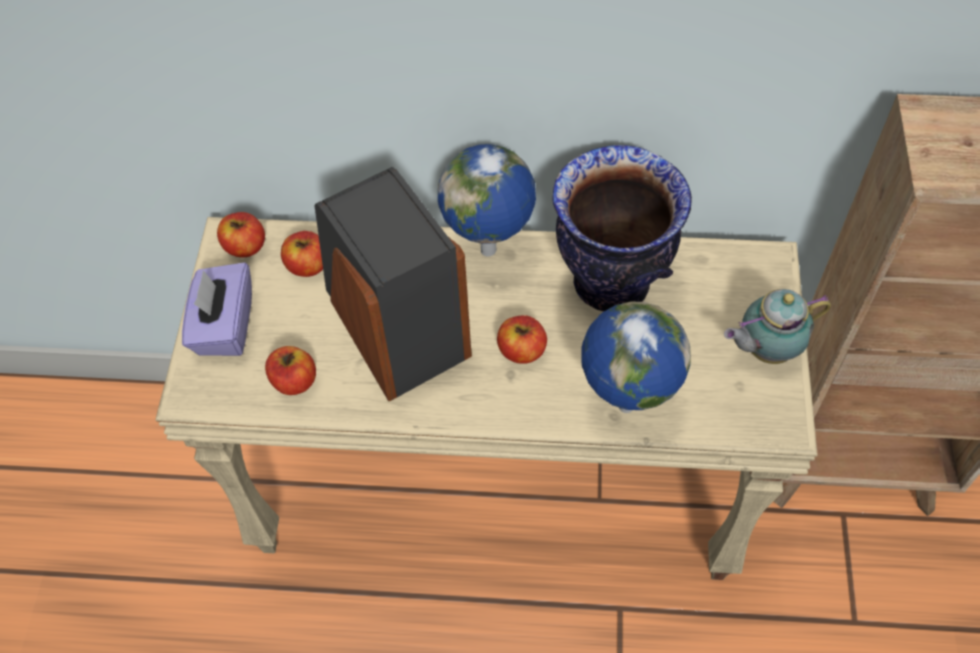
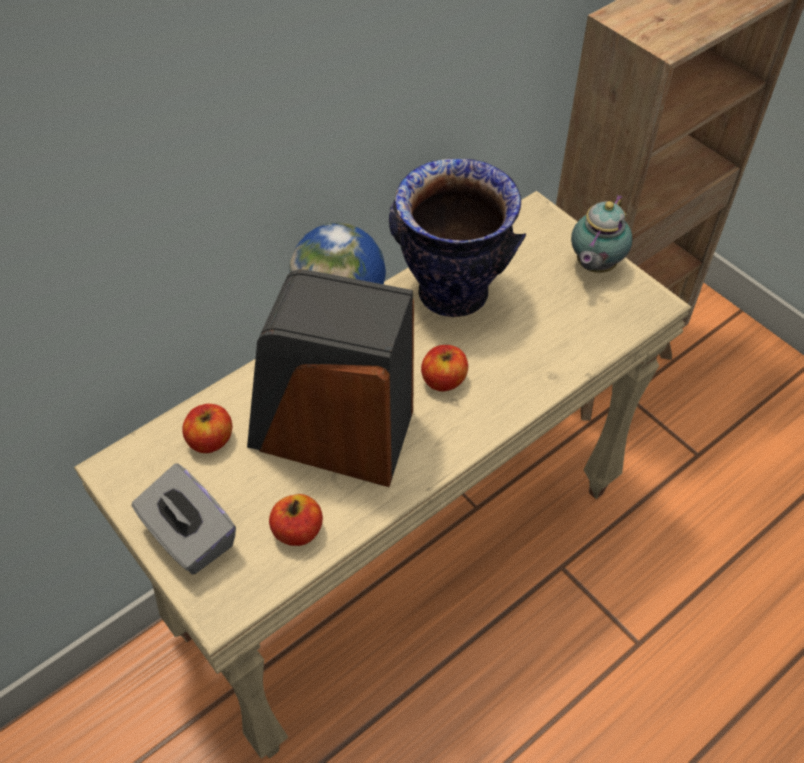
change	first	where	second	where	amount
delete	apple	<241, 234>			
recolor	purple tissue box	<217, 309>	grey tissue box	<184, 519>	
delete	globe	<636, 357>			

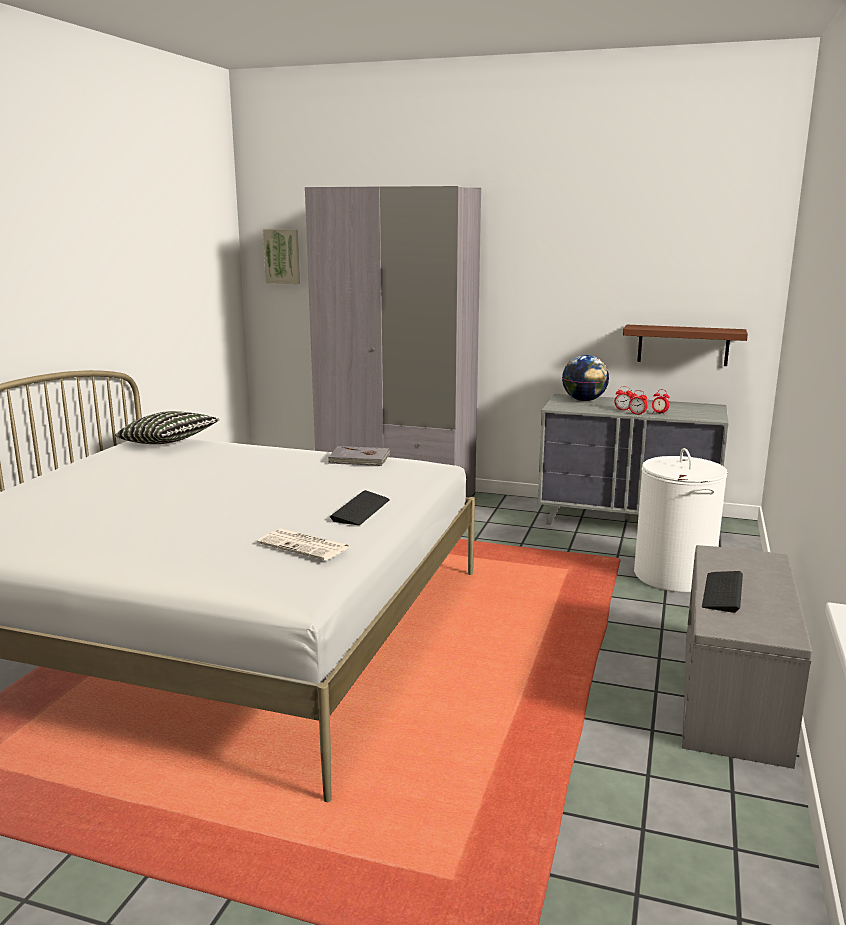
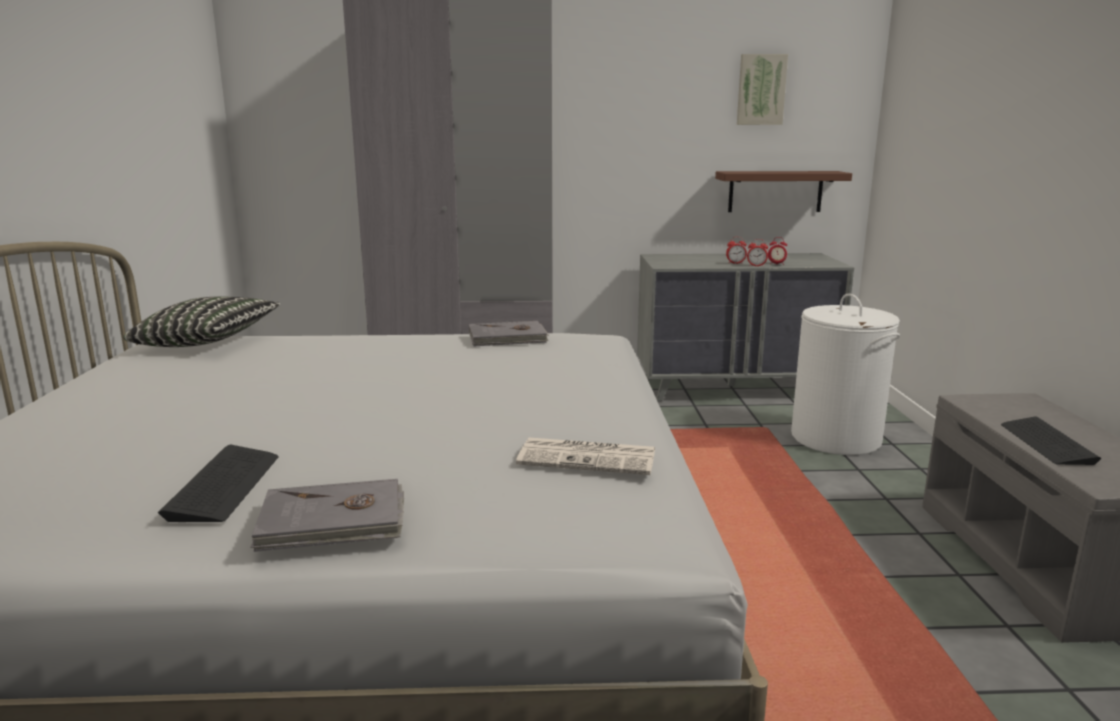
change	first	where	second	where	amount
move	picture	<281, 256>		<762, 89>	
delete	globe	<585, 378>			
move	keyboard	<360, 507>		<218, 483>	
insert			grey book	<327, 515>	

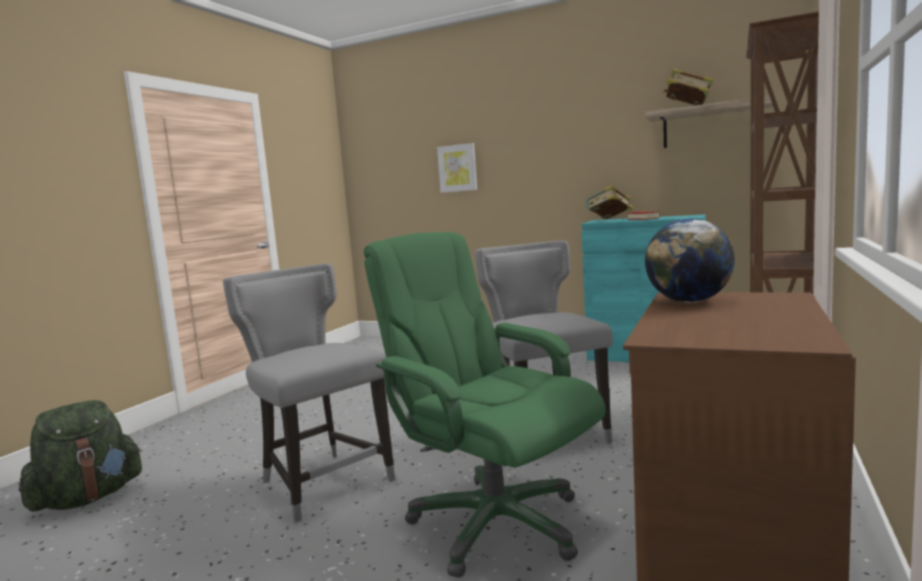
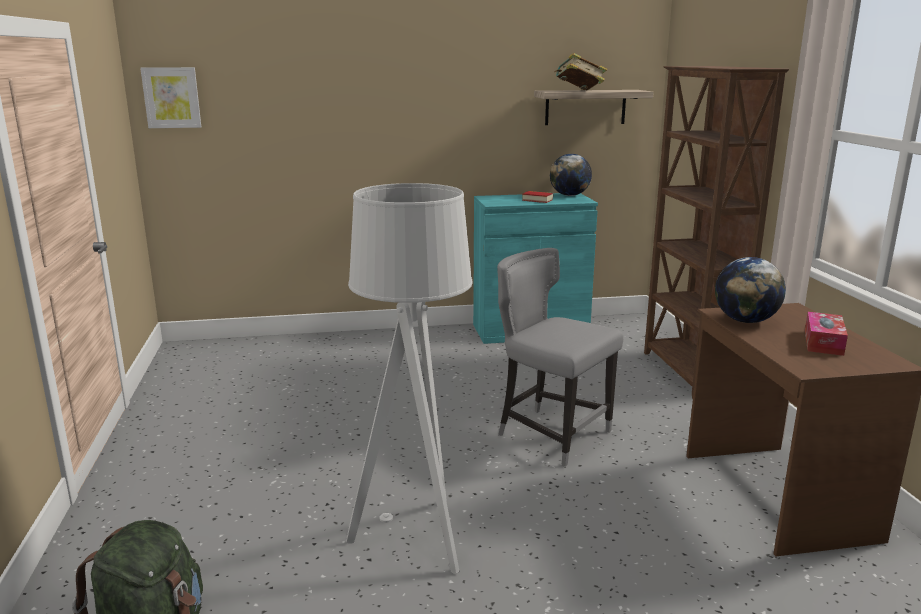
change	first	where	second	where	amount
move	picture	<457, 168>		<170, 97>	
delete	book	<609, 202>			
delete	green office chair	<485, 405>			
replace	grey chair	<309, 393>	grey floor lamp	<409, 378>	
insert			globe	<571, 175>	
insert			tissue box	<826, 334>	

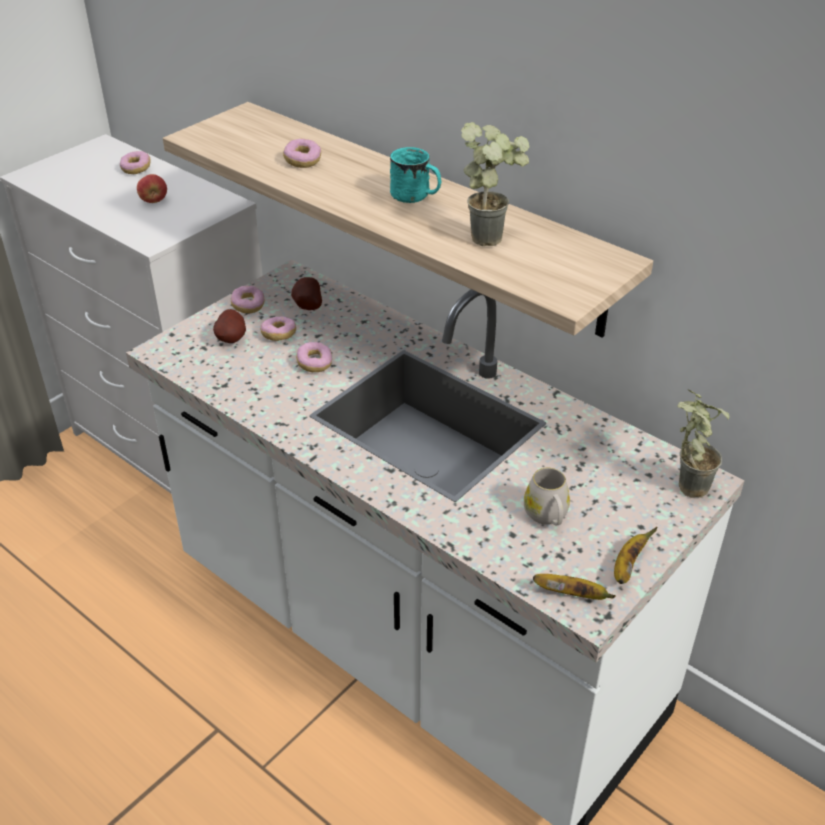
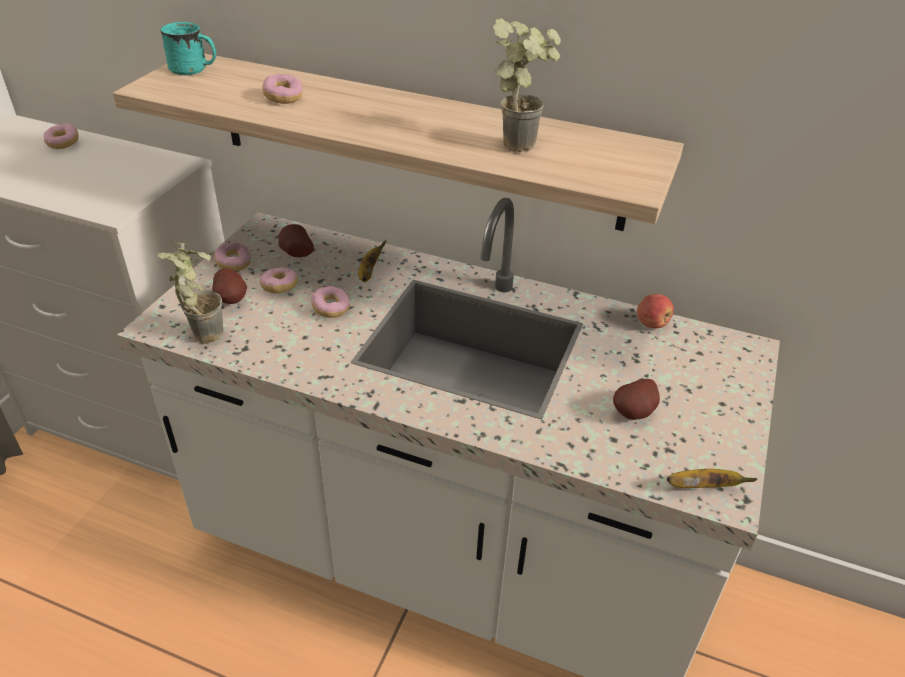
change	first	where	second	where	amount
move	turquoise mug	<415, 175>		<189, 48>	
move	apple	<152, 188>		<655, 311>	
move	potted plant	<703, 443>		<190, 292>	
replace	white mug	<547, 496>	potato	<636, 399>	
move	banana	<636, 555>		<372, 261>	

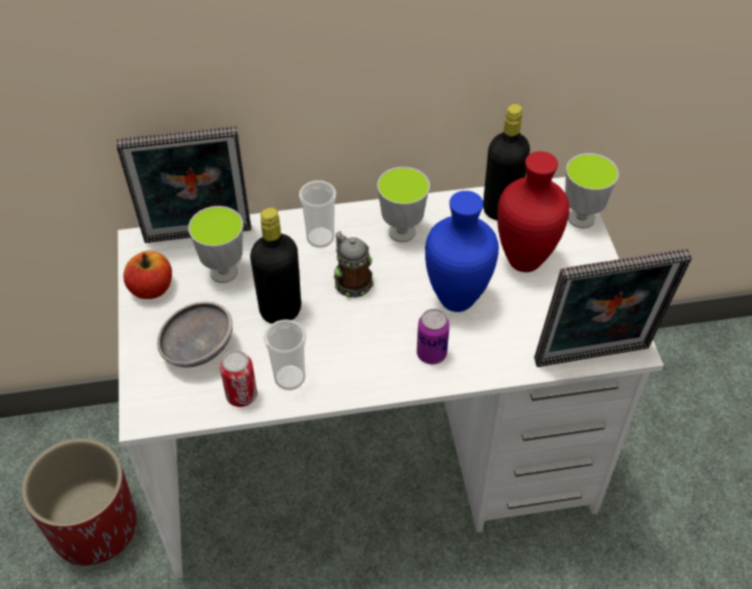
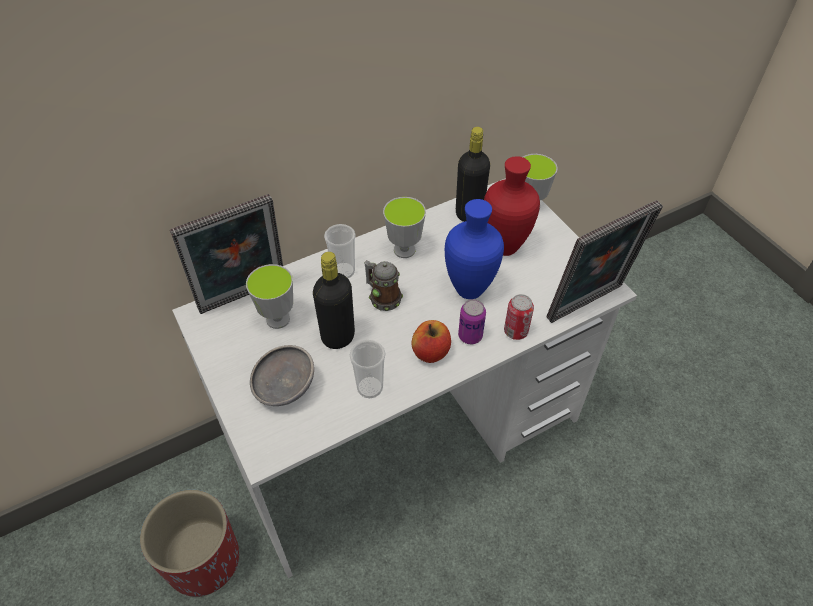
change	first	where	second	where	amount
move	apple	<148, 275>		<431, 341>	
move	can	<238, 378>		<519, 317>	

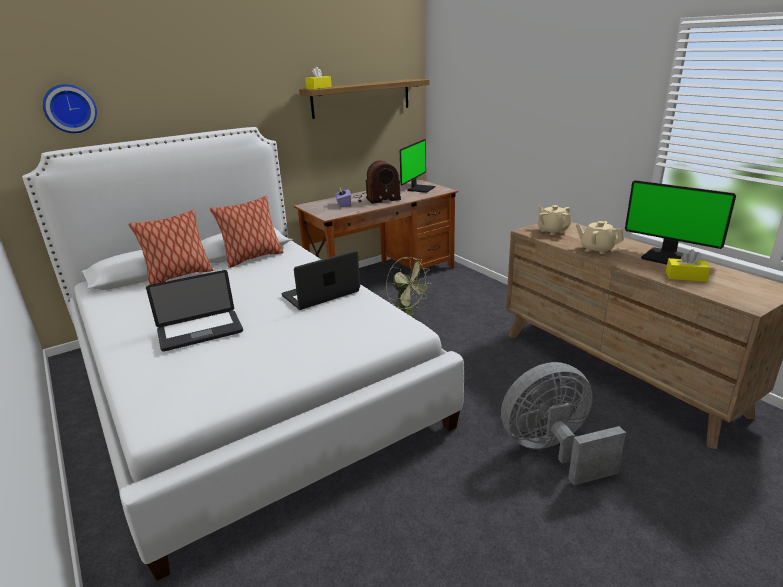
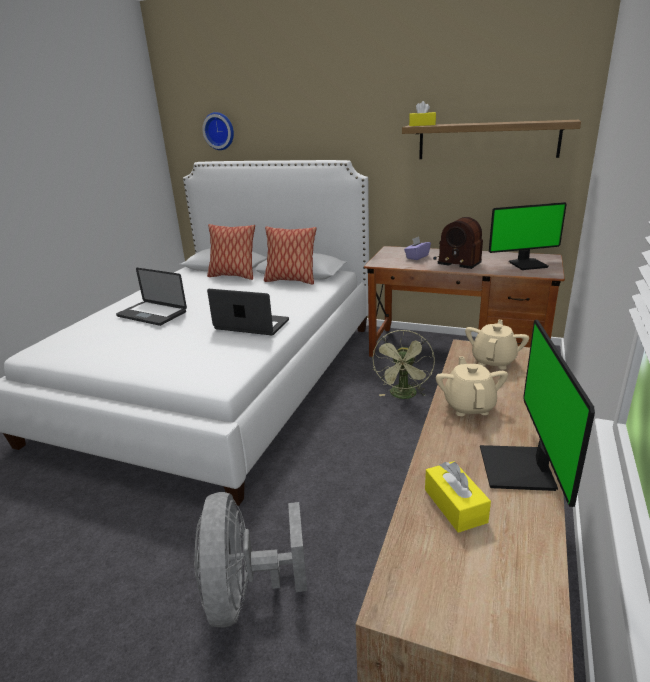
change	first	where	second	where	amount
rotate	grey fan	<563, 423>		<250, 559>	135 degrees counterclockwise

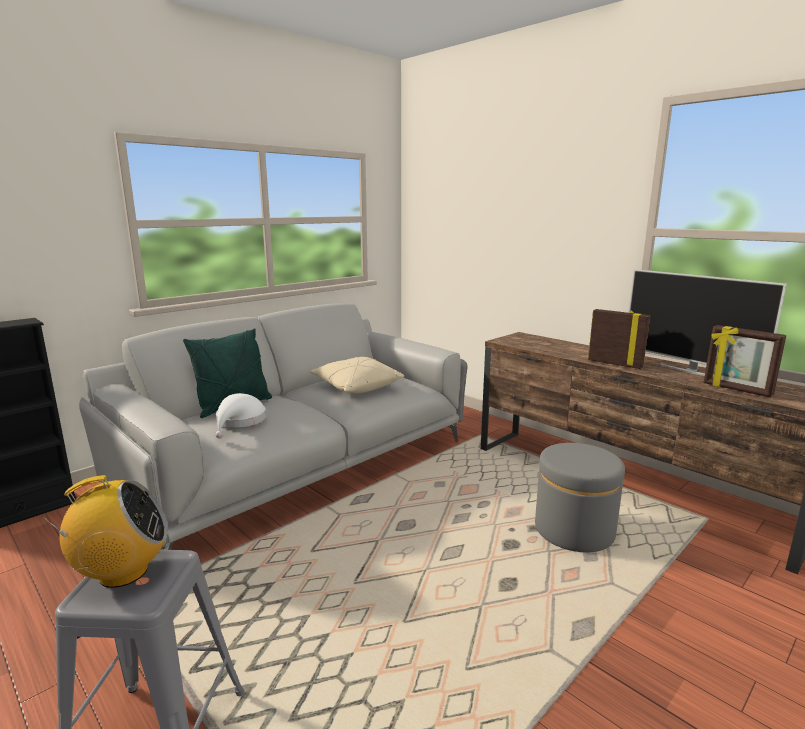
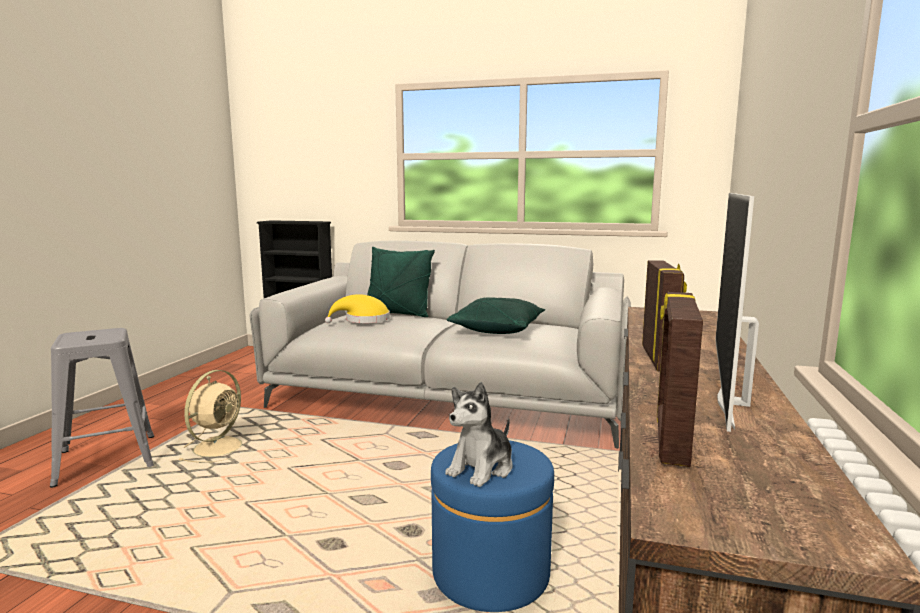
change	first	where	second	where	amount
recolor	beige pillow	<357, 375>	green pillow	<496, 315>	
recolor	white hat	<241, 416>	yellow hat	<357, 308>	
recolor	grey ottoman	<580, 497>	blue ottoman	<492, 526>	
delete	radio	<105, 531>			
insert			beige fan	<210, 416>	
insert			plush toy	<479, 434>	

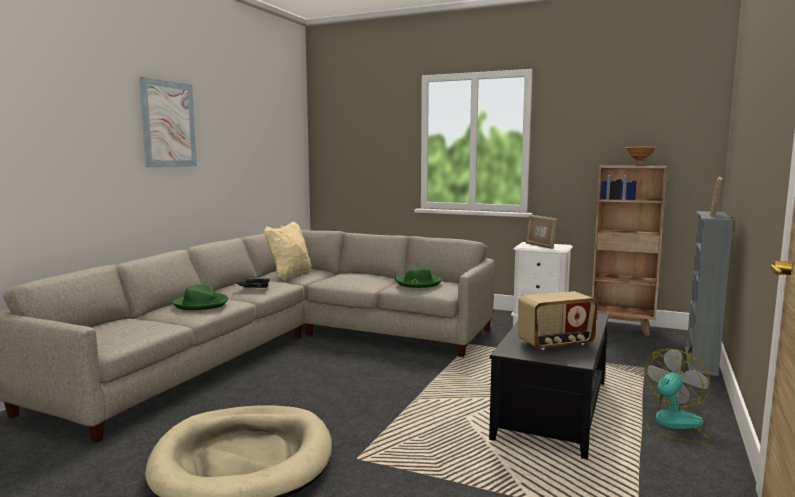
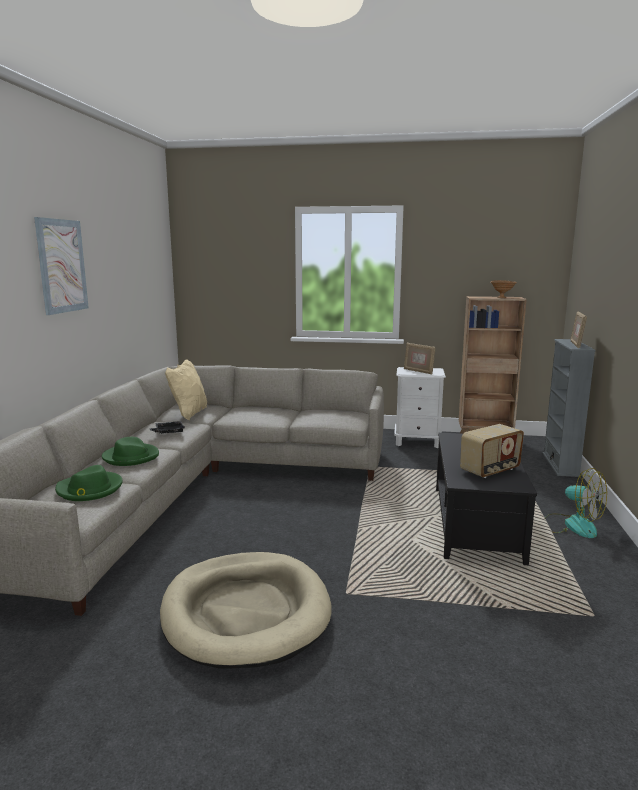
change	first	where	second	where	amount
move	green hat	<418, 277>		<89, 483>	
rotate	fan	<677, 396>		<575, 503>	105 degrees clockwise

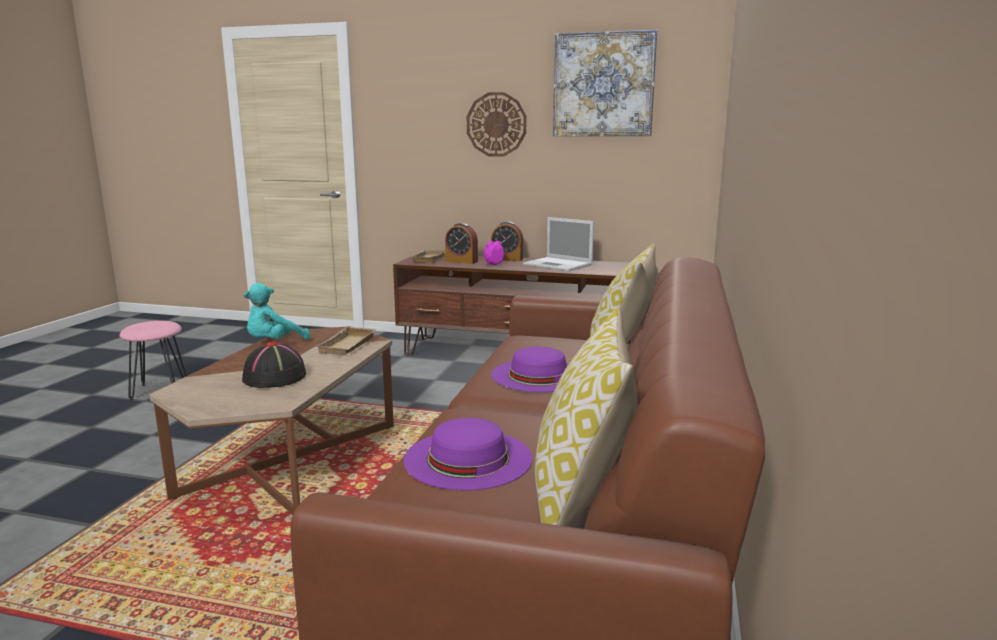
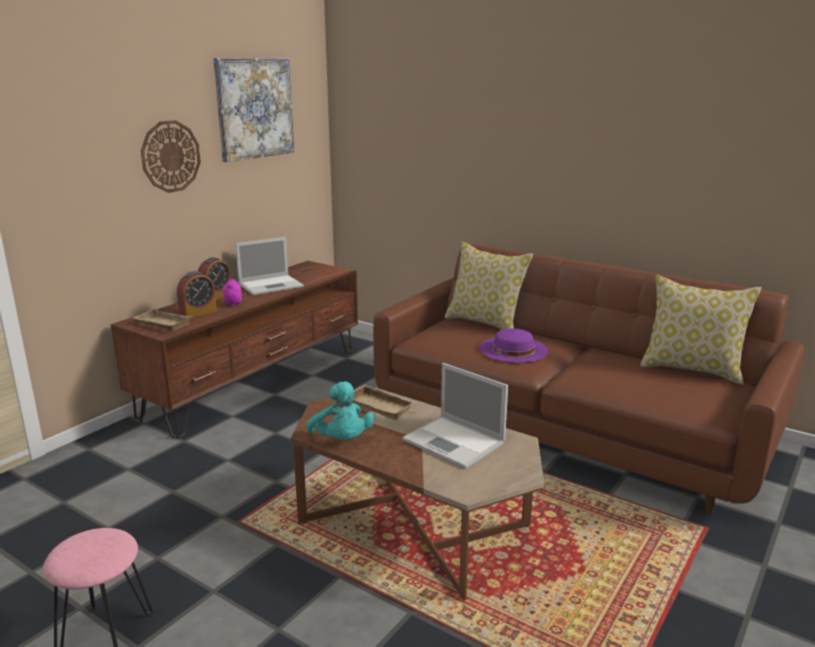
change	first	where	second	where	amount
replace	black hat	<274, 364>	laptop	<455, 416>	
delete	purple hat	<468, 454>			

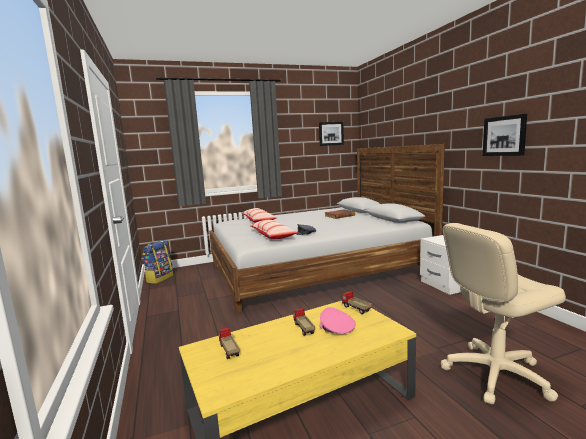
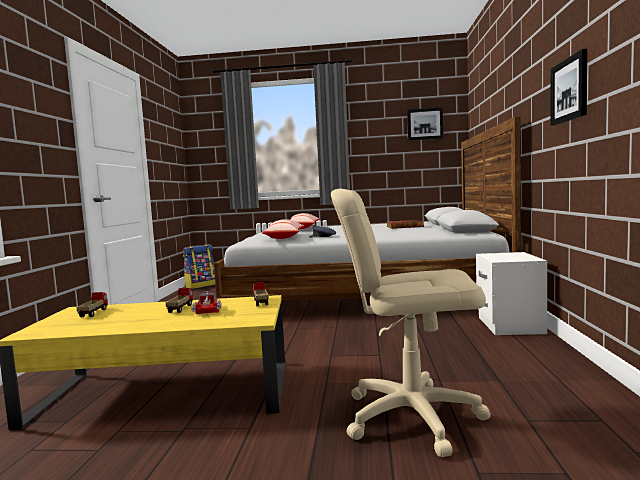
change	first	where	second	where	amount
replace	pink cap	<337, 320>	toy truck	<207, 302>	

